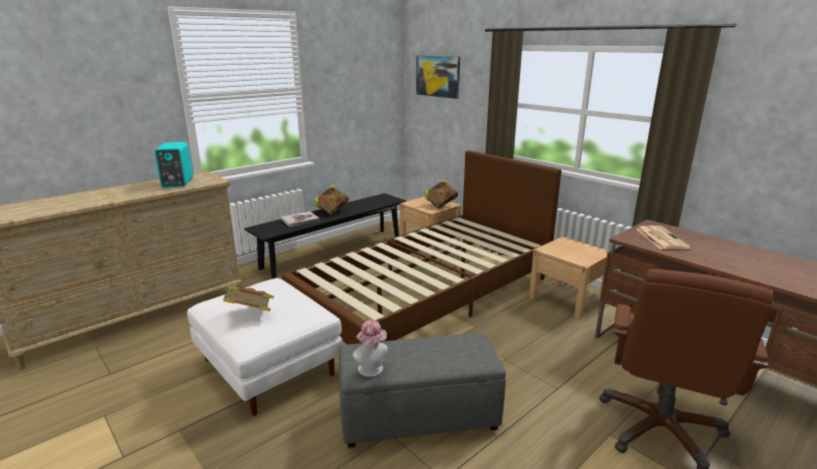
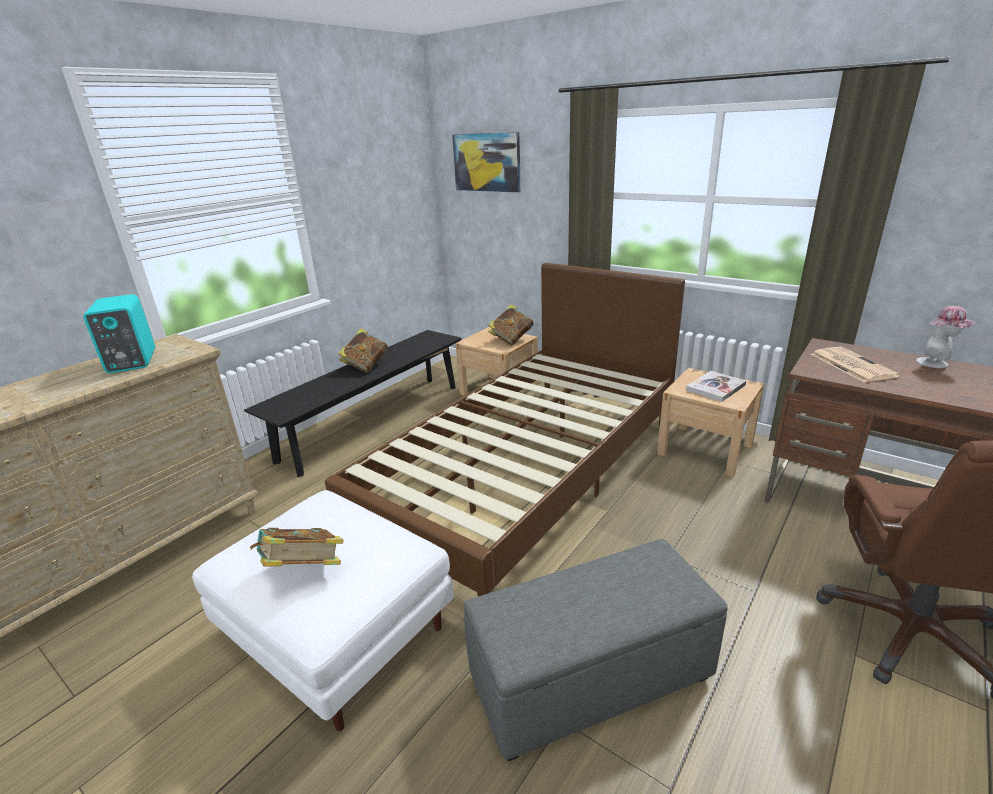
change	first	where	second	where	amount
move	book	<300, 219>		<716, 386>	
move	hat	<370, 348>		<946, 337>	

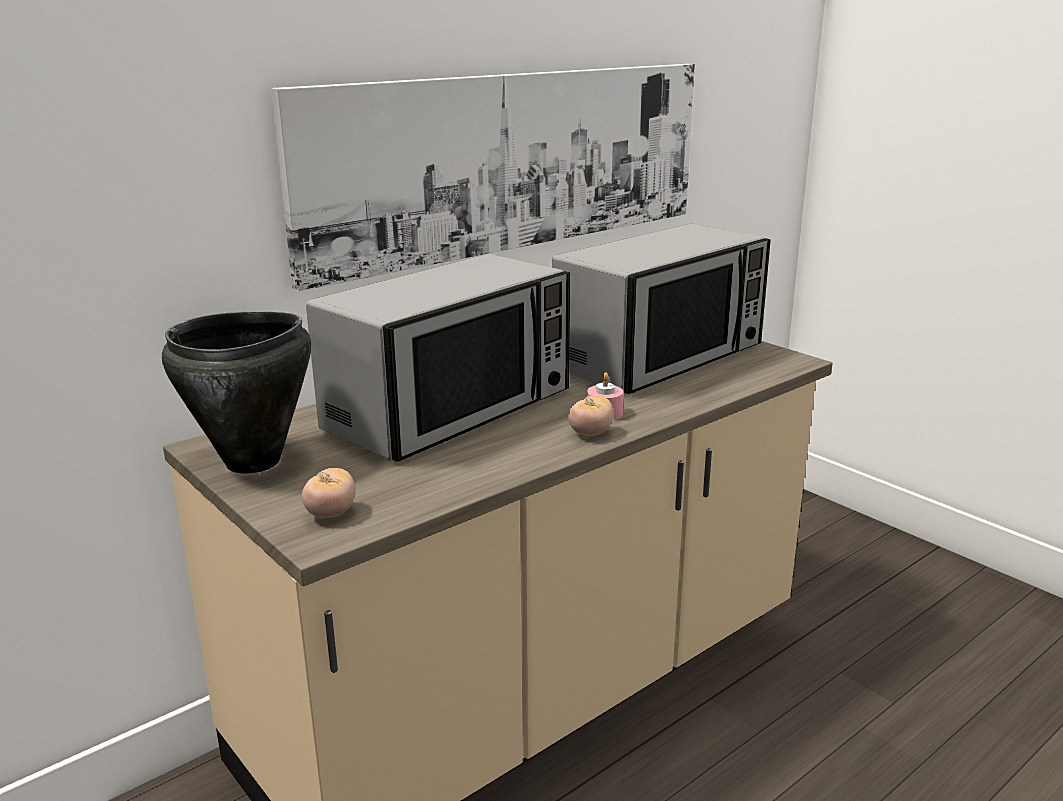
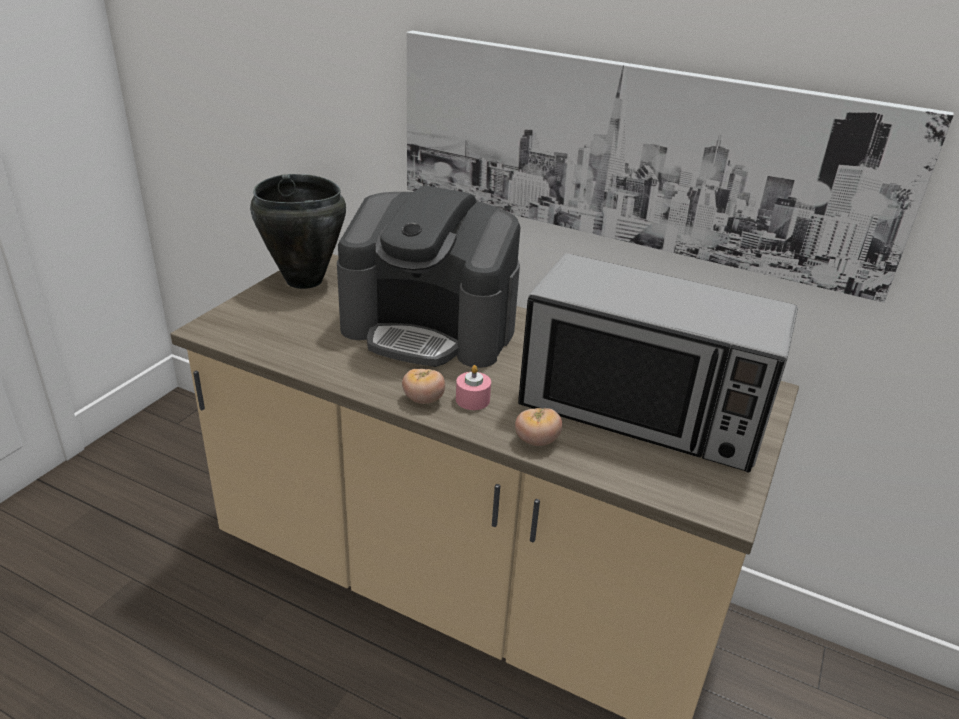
change	first	where	second	where	amount
replace	microwave	<438, 358>	coffee machine	<428, 276>	
move	tomato	<329, 493>		<538, 427>	

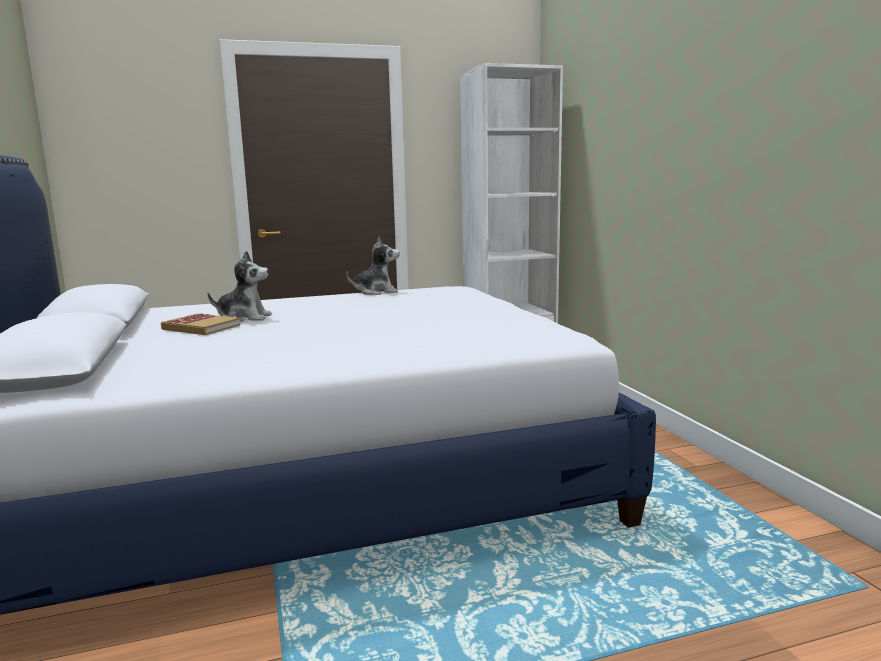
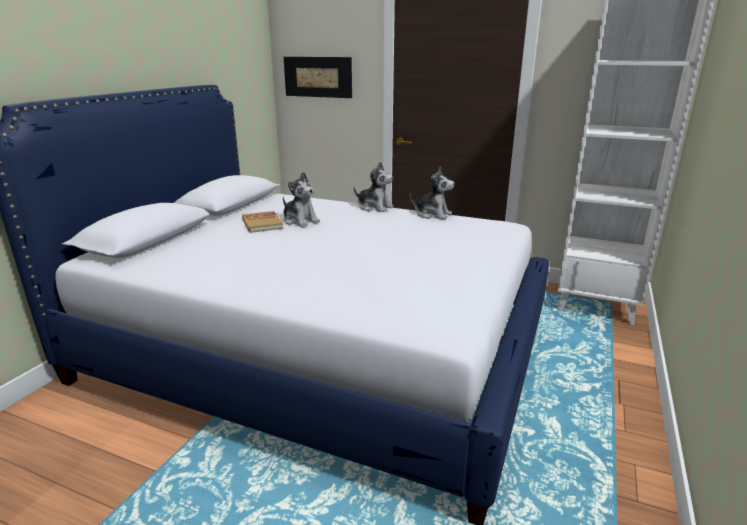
change	first	where	second	where	amount
insert			picture	<318, 77>	
insert			plush toy	<374, 186>	

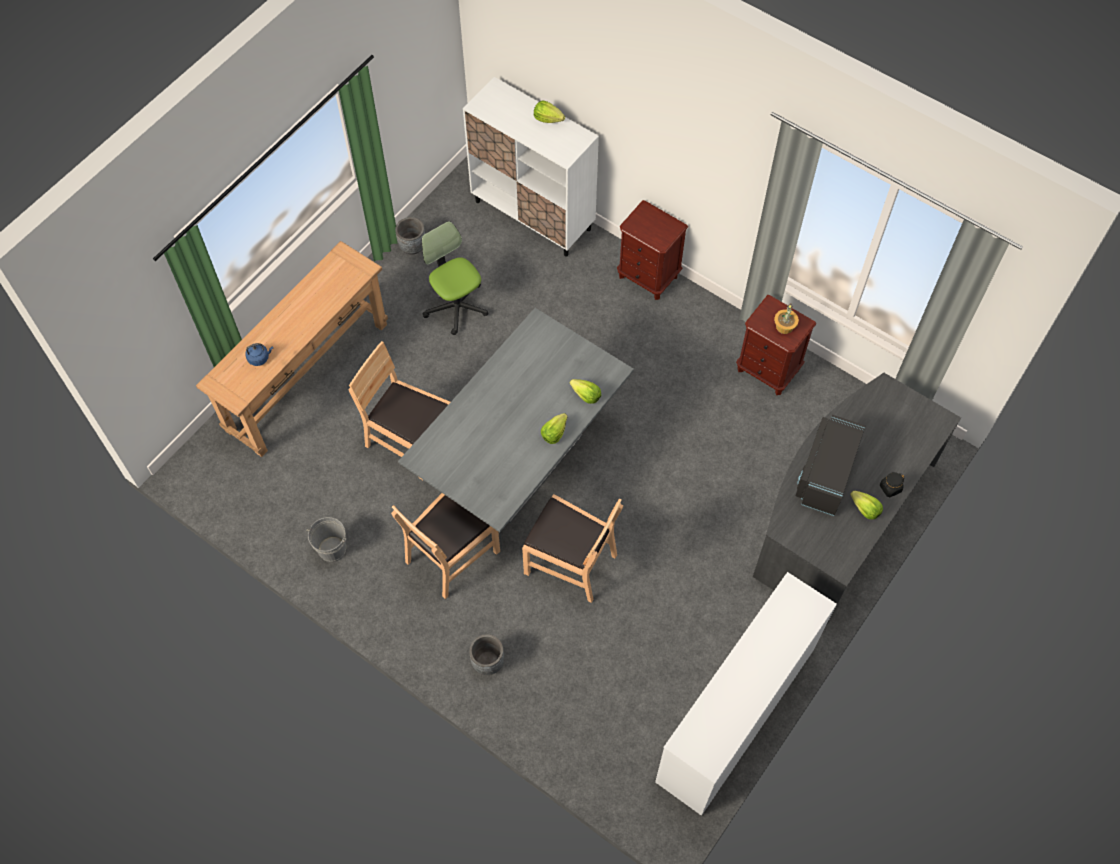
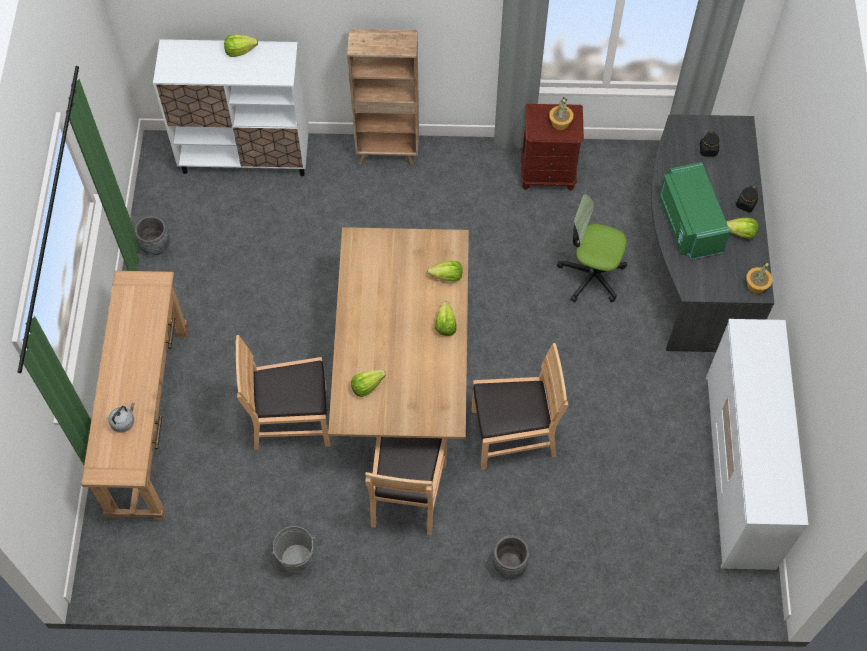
change	first	where	second	where	amount
replace	brown nightstand	<652, 250>	brown bookcase	<383, 98>	
move	office chair	<455, 278>		<592, 248>	
recolor	grey dining table	<516, 420>	brown dining table	<398, 333>	
recolor	blue kettle	<259, 354>	grey kettle	<121, 418>	
recolor	black microwave	<830, 465>	green microwave	<694, 211>	
insert			black jar	<709, 143>	
insert			potted plant	<759, 277>	
insert			lettuce	<368, 383>	

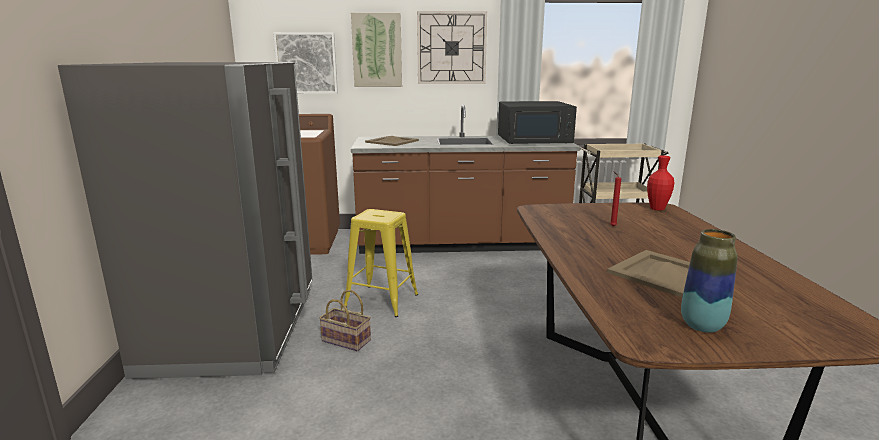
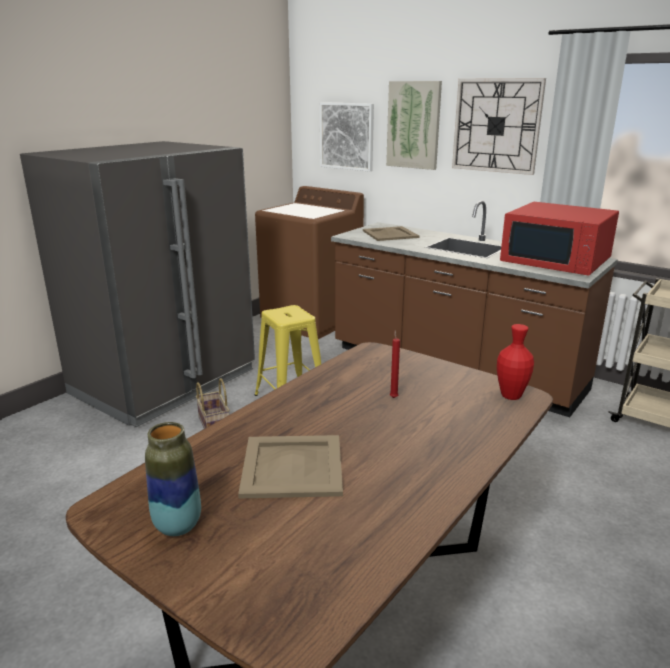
change	first	where	second	where	amount
recolor	black microwave	<537, 122>	red microwave	<559, 239>	

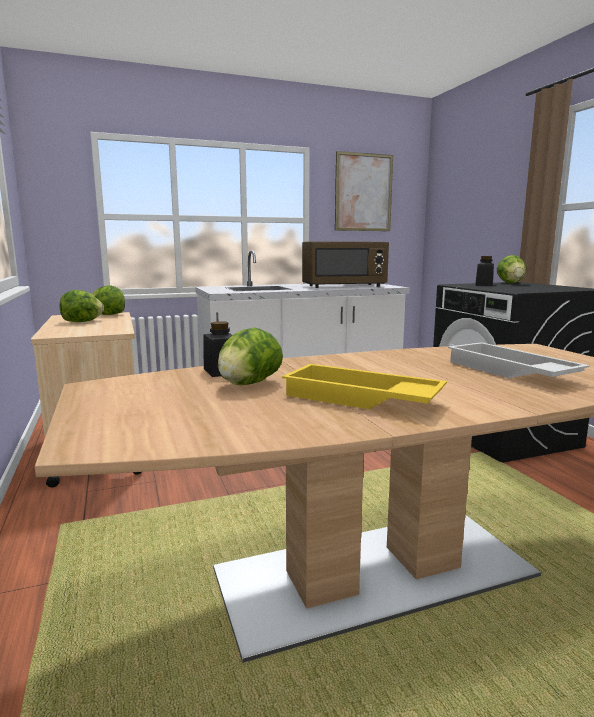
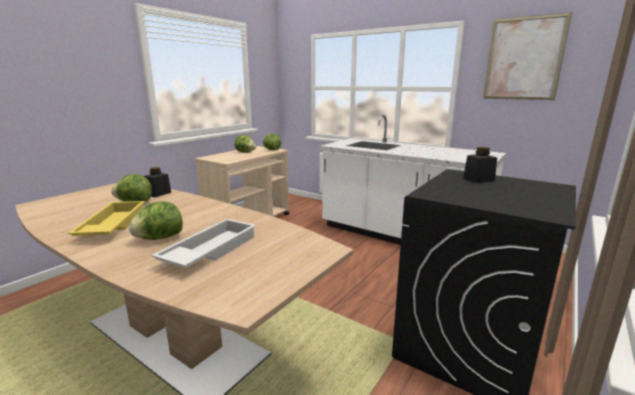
change	first	where	second	where	amount
delete	brown microwave	<345, 264>			
move	lettuce	<511, 269>		<156, 220>	

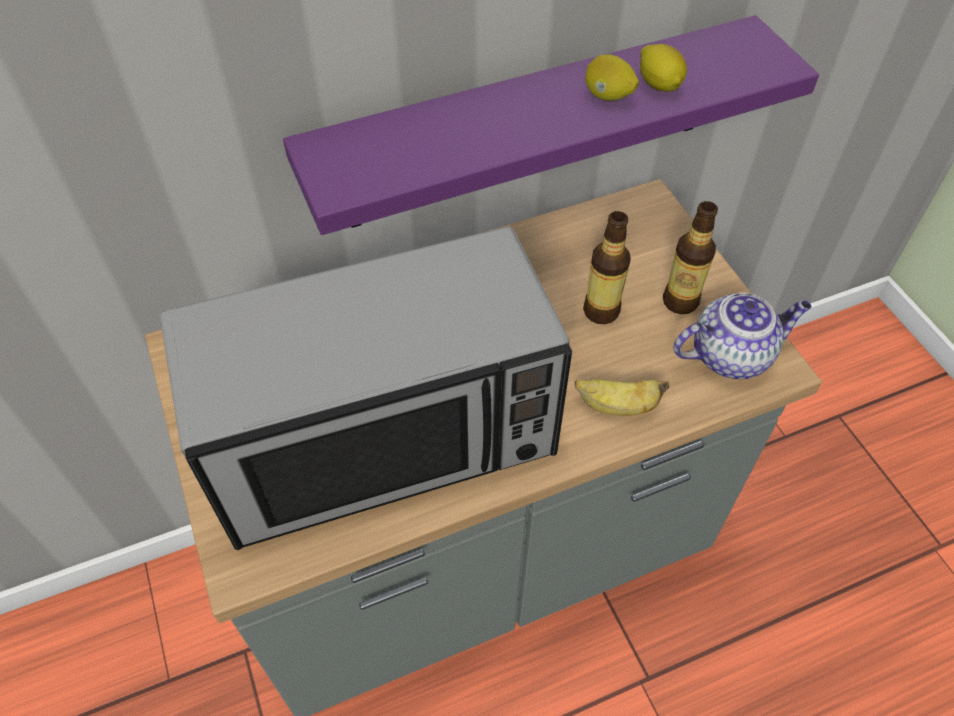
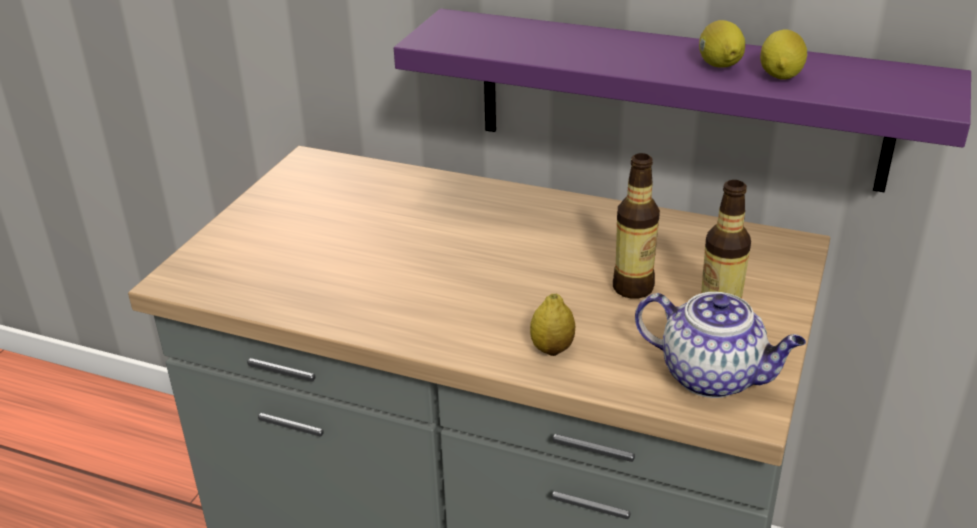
change	first	where	second	where	amount
delete	microwave	<366, 388>			
replace	banana	<621, 397>	lemon	<552, 325>	

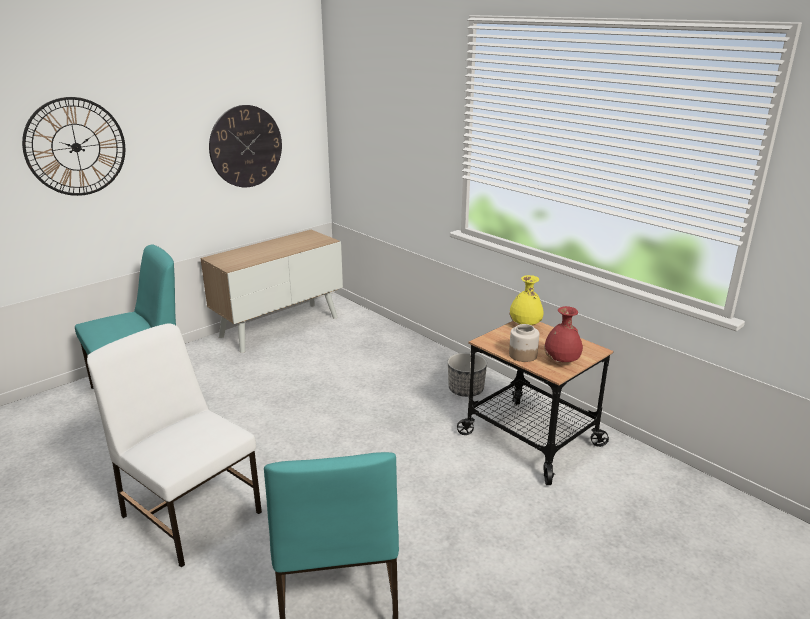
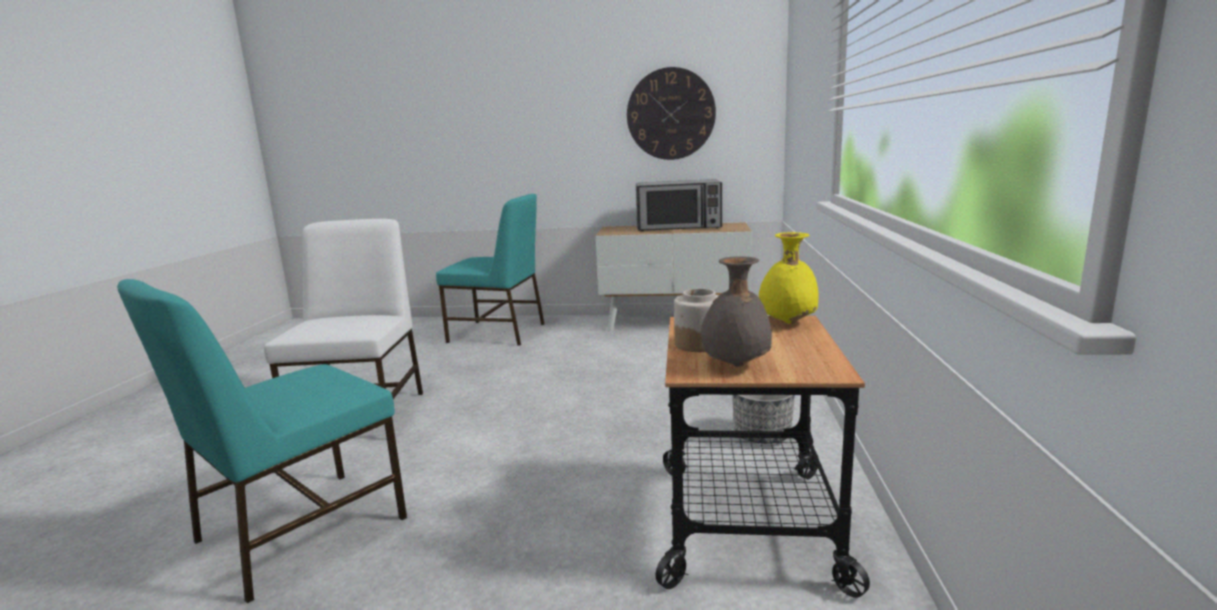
change	first	where	second	where	amount
delete	wall clock	<73, 146>			
recolor	red vase	<563, 334>	grey vase	<736, 311>	
insert			microwave	<679, 205>	

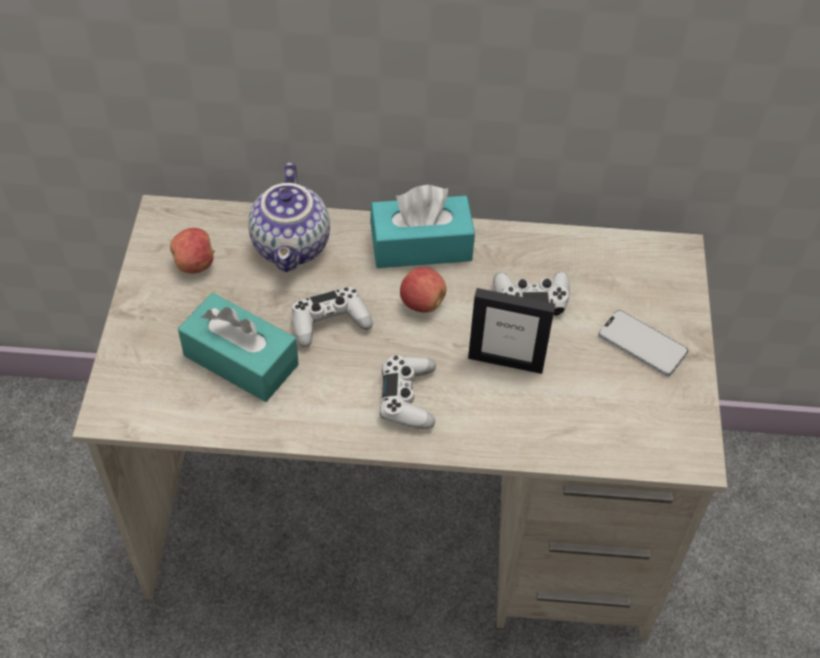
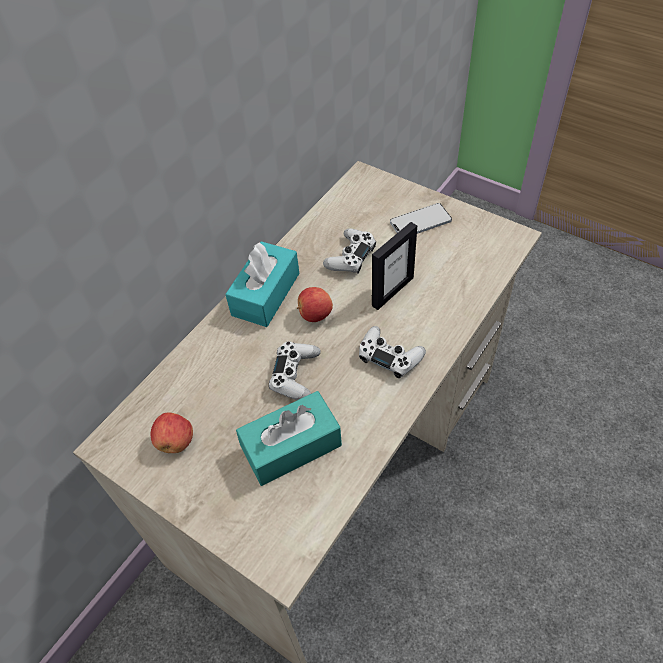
change	first	where	second	where	amount
delete	teapot	<289, 217>			

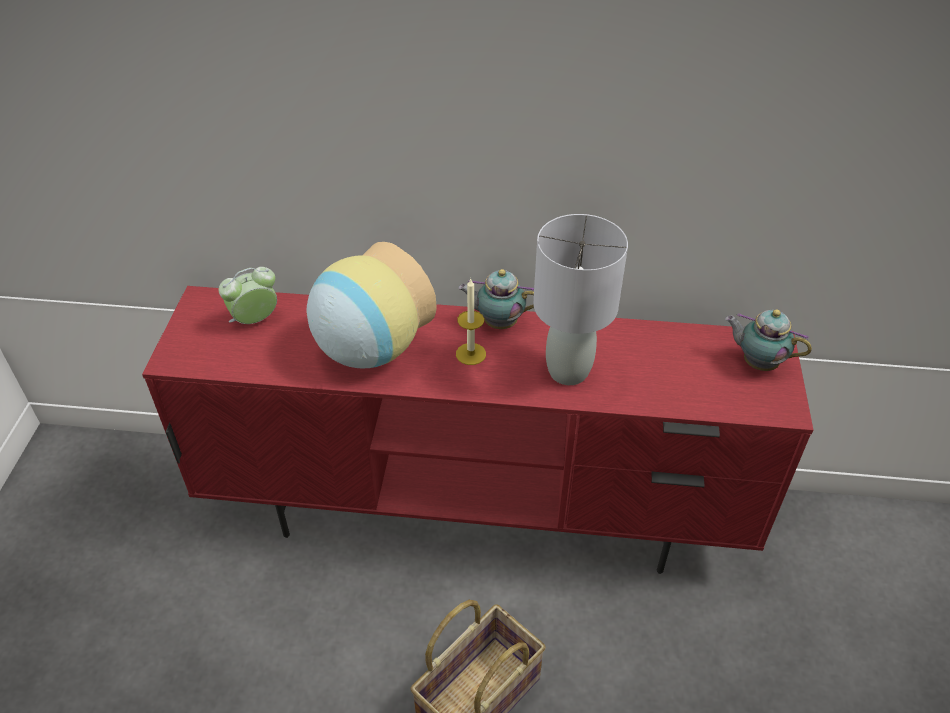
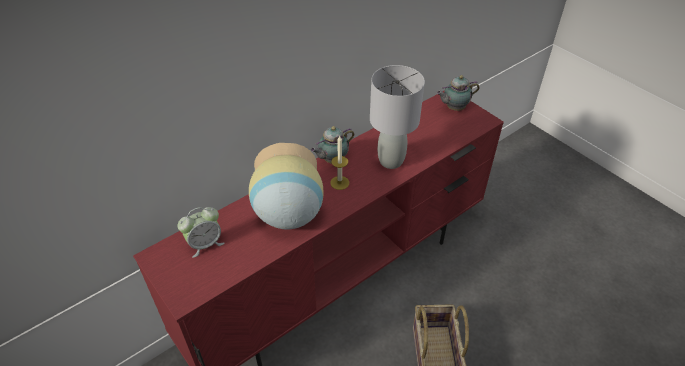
change	first	where	second	where	amount
rotate	alarm clock	<248, 295>		<201, 232>	135 degrees counterclockwise

